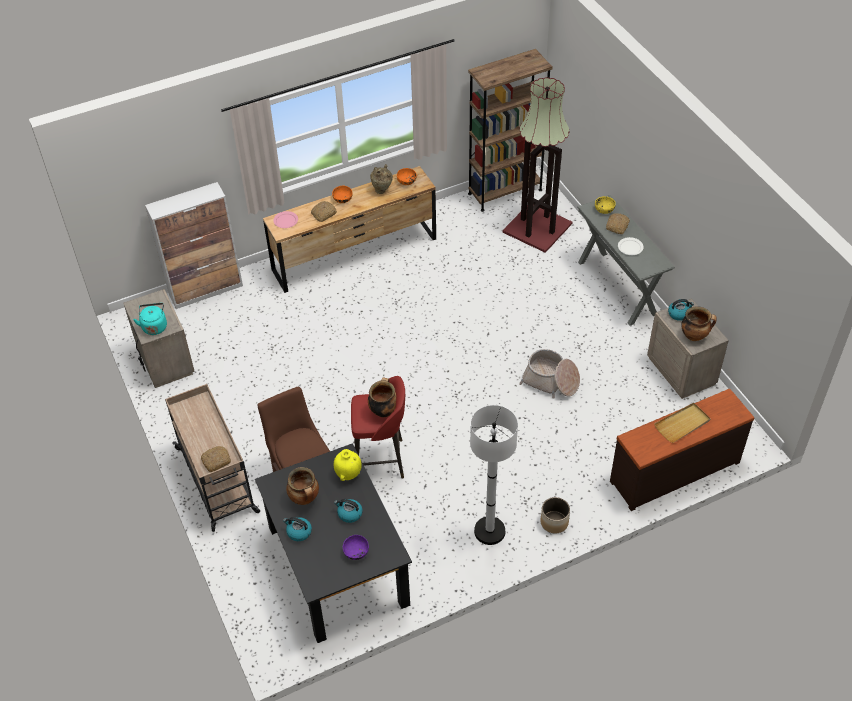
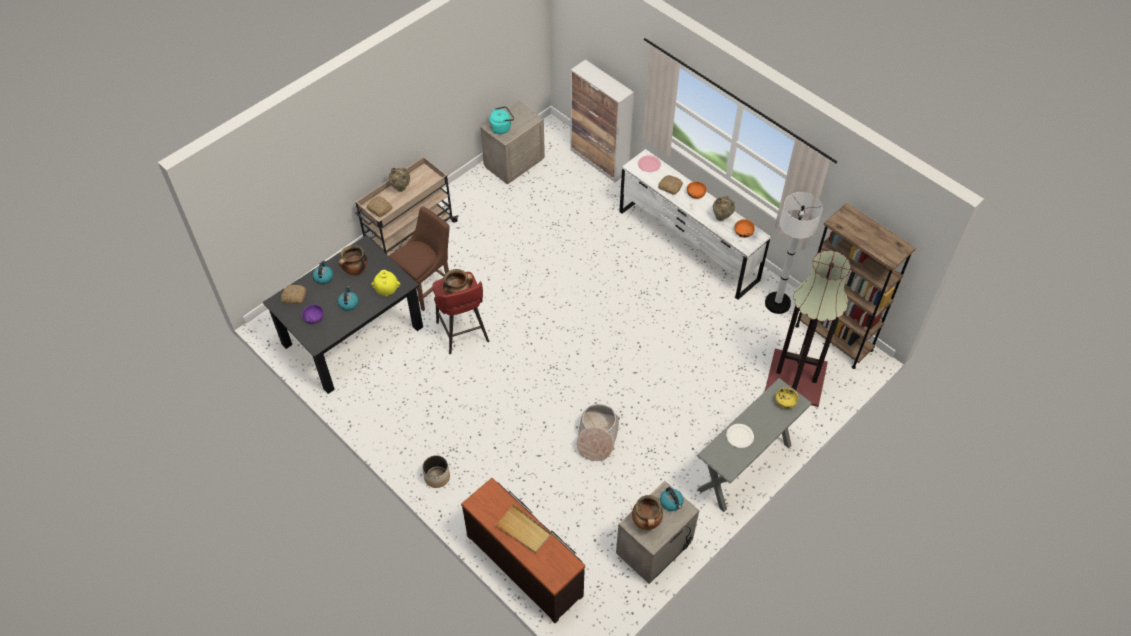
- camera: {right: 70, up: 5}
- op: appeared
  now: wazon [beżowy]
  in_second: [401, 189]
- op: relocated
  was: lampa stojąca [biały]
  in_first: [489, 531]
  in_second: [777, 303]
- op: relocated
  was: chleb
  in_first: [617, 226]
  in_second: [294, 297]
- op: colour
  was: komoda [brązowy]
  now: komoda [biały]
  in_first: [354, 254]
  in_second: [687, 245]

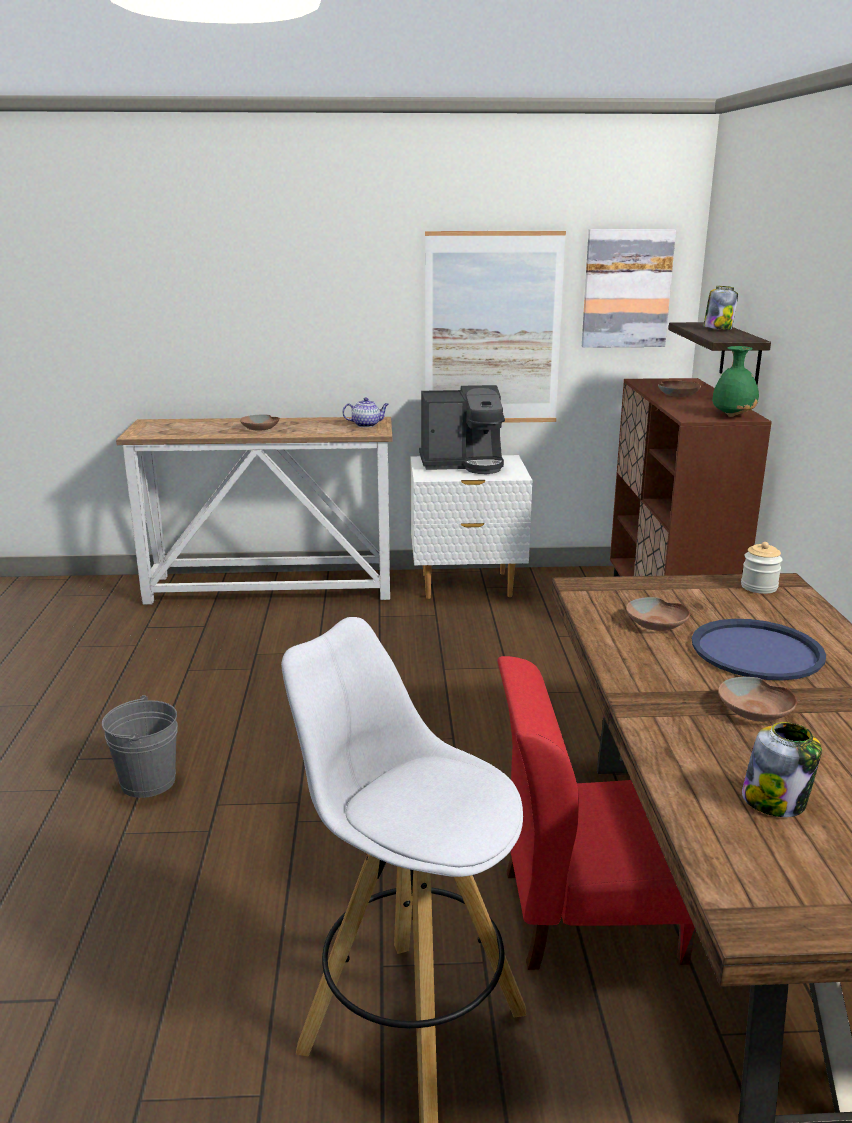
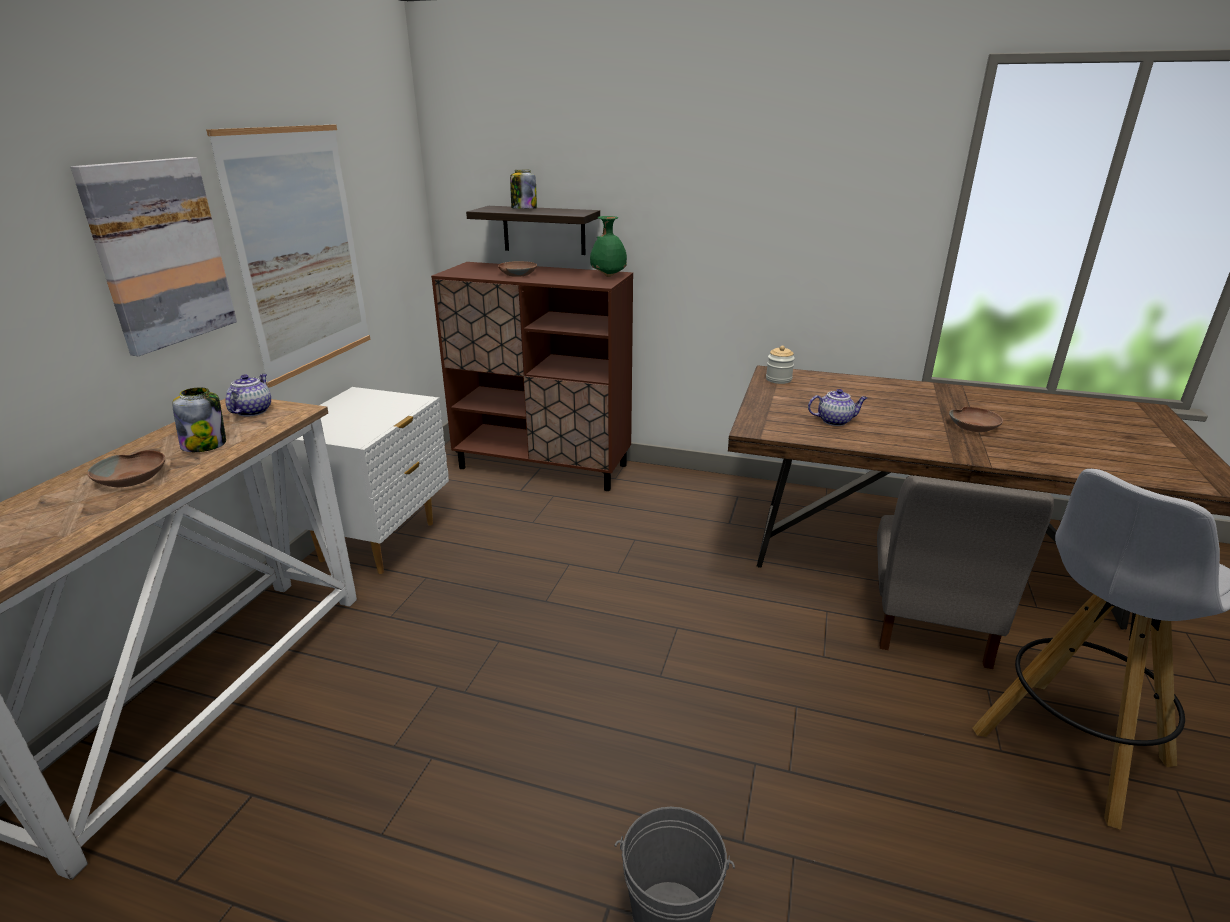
- camera: {right: -70, up: 5}
- op: missing
  was: ekspres do kawy
  in_first: [463, 464]
- op: missing
  was: taca [niebieski]
  in_first: [757, 651]
- op: relocated
  was: obraz
  in_first: [626, 288]
  in_second: [160, 254]
- op: relocated
  was: słoik
  in_first: [775, 801]
  in_second: [205, 445]
- op: exchanged
  was: miska [brązowy]
  now: imbryk
  in_first: [657, 623]
  in_second: [835, 421]
- op: colour
  was: krzesło [czerwony]
  now: krzesło [szary]
  in_first: [590, 914]
  in_second: [929, 622]

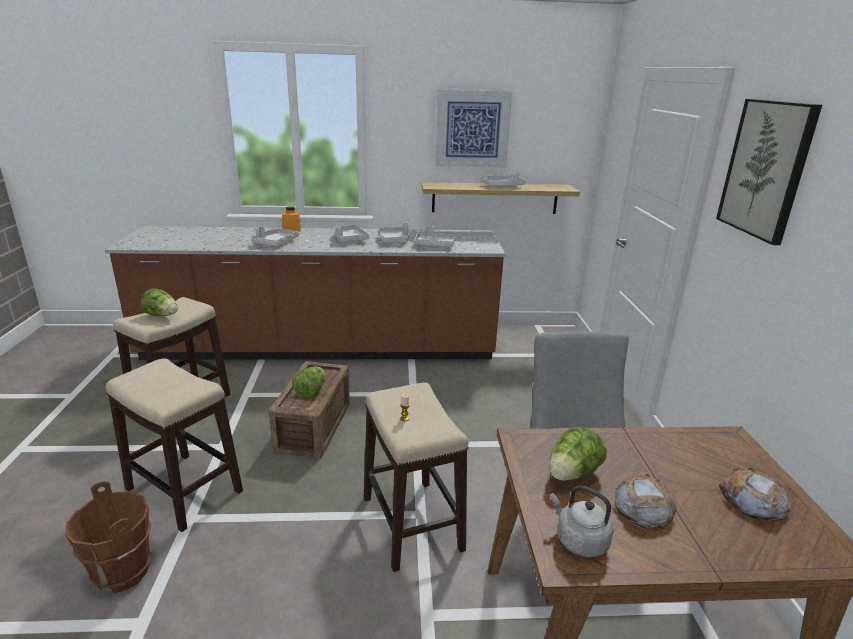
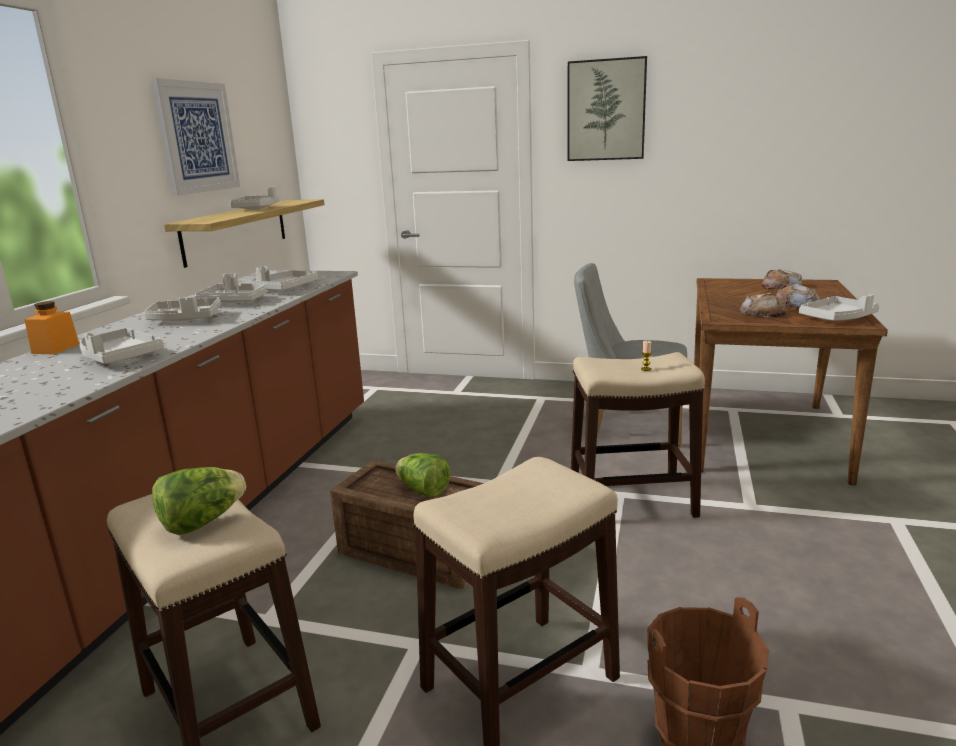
- camera: {right: -70, up: -5}
- op: exchanged
  was: sałata
  now: chleb
  in_first: [572, 474]
  in_second: [763, 312]
- op: exchanged
  was: czajnik [szary]
  now: taca [szary]
  in_first: [579, 540]
  in_second: [838, 318]

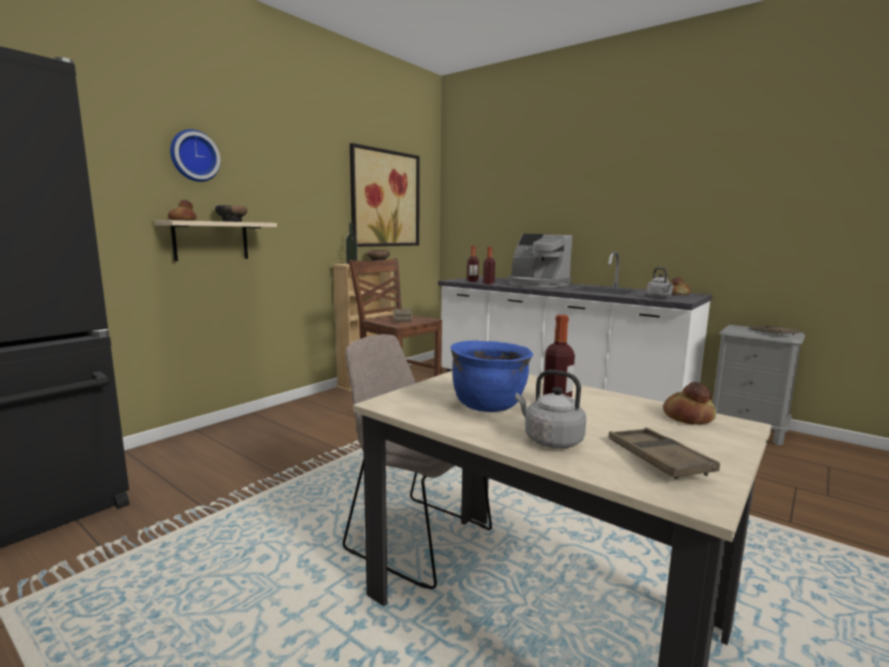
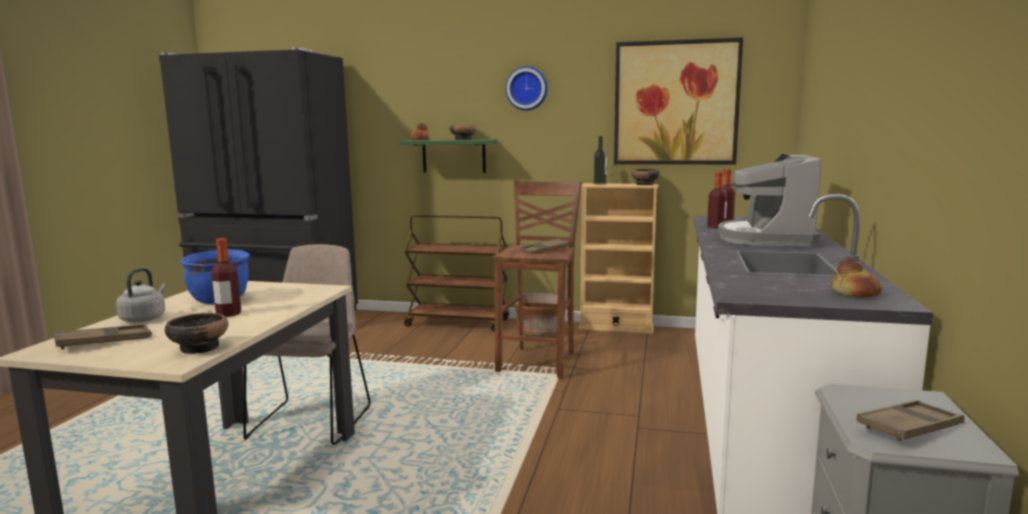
- camera: {right: 65, up: 0}
- op: missing
  was: czajnik [szary]
  in_first: [659, 297]
- op: appeared
  now: wózek [brązowy]
  in_second: [458, 323]
- op: appeared
  now: donica [brązowy]
  in_second: [538, 332]
- op: relocated
  was: zegar ścienny
  in_first: [193, 156]
  in_second: [527, 88]
- op: exchanged
  was: chleb
  now: miska
  in_first: [687, 417]
  in_second: [199, 348]
- op: colour
  was: półka [beżowy]
  now: półka [zielony]
  in_first: [211, 241]
  in_second: [454, 156]

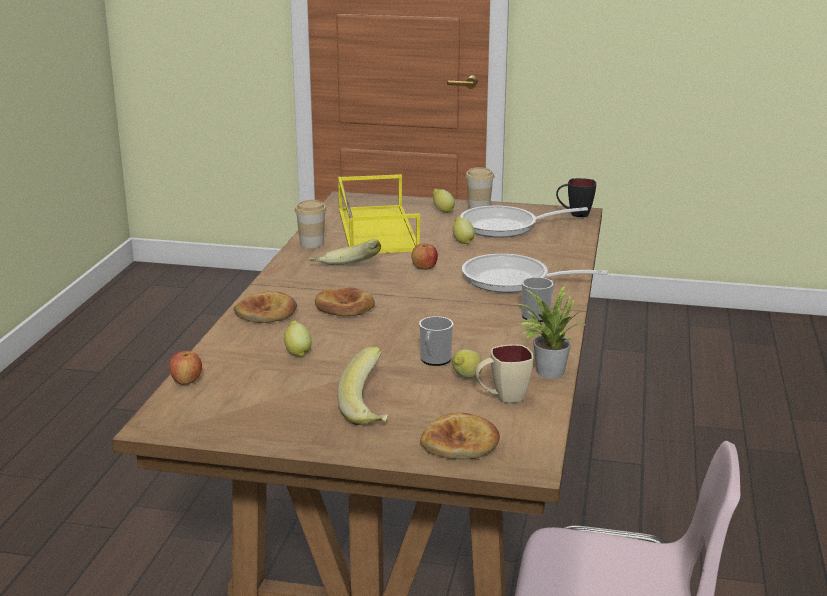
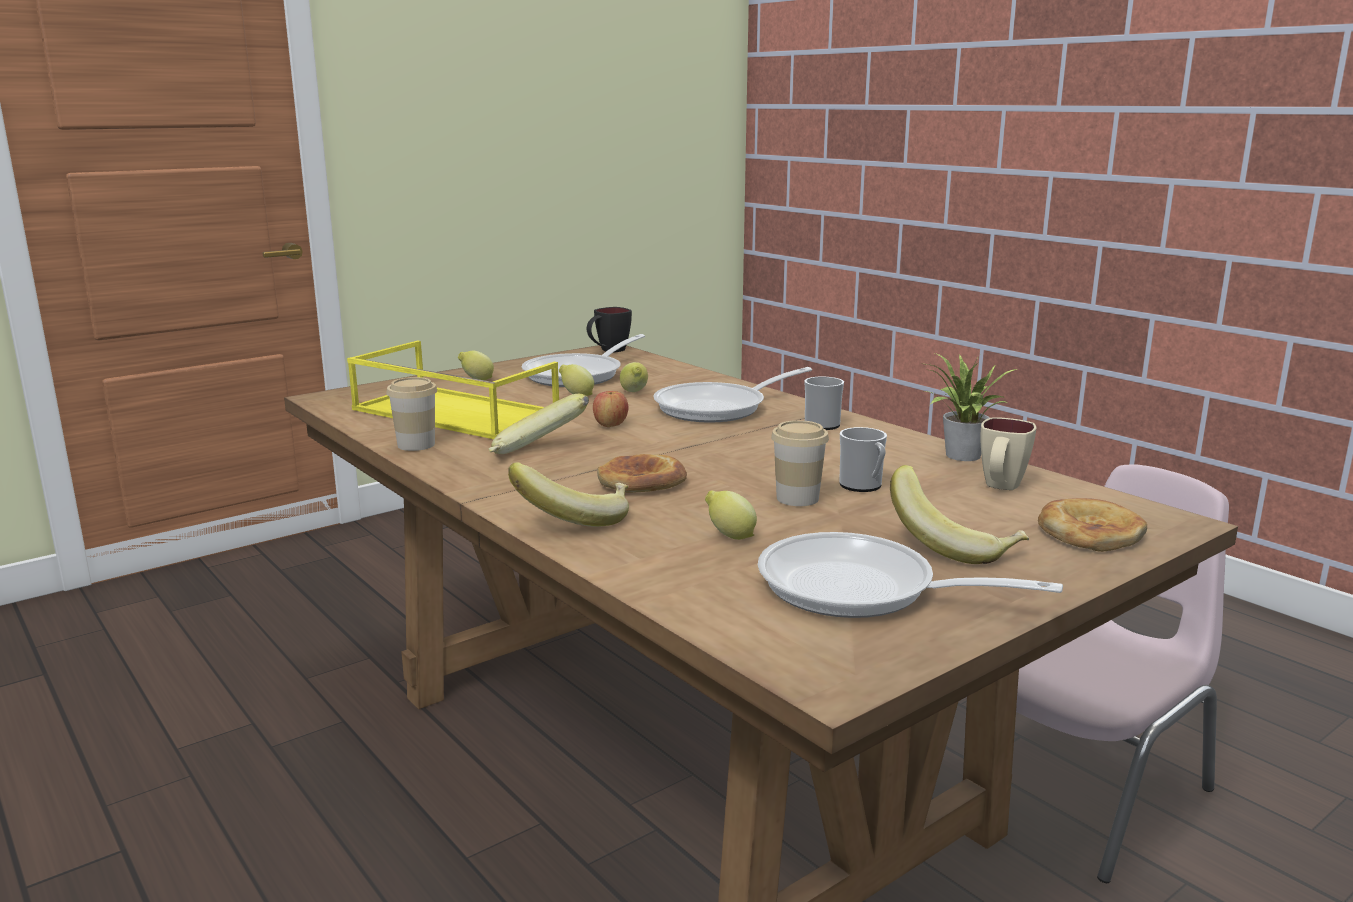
- camera: {right: -50, up: -5}
- op: missing
  was: jabłko
  in_first: [186, 381]
- op: appeared
  now: patelnia
  in_second: [861, 590]
- op: relocated
  was: cytryna
  in_first: [466, 378]
  in_second: [634, 392]
- op: relocated
  was: filiżanka
  in_first: [479, 207]
  in_second: [797, 498]
- op: exchanged
  was: chleb
  now: banan
  in_first: [267, 313]
  in_second: [575, 519]

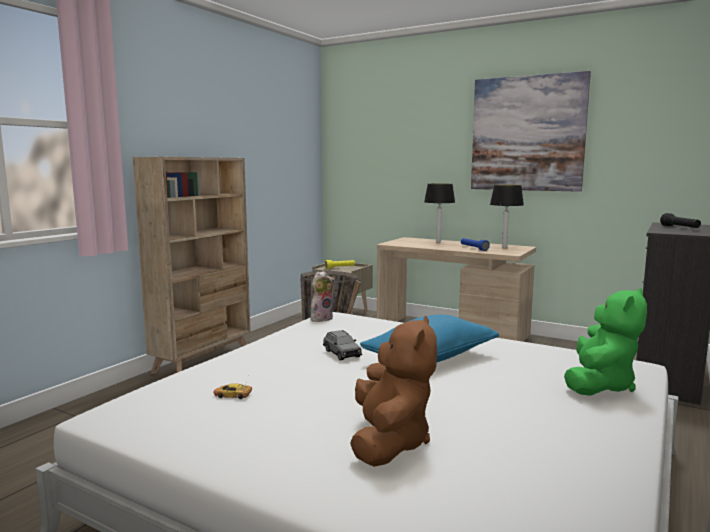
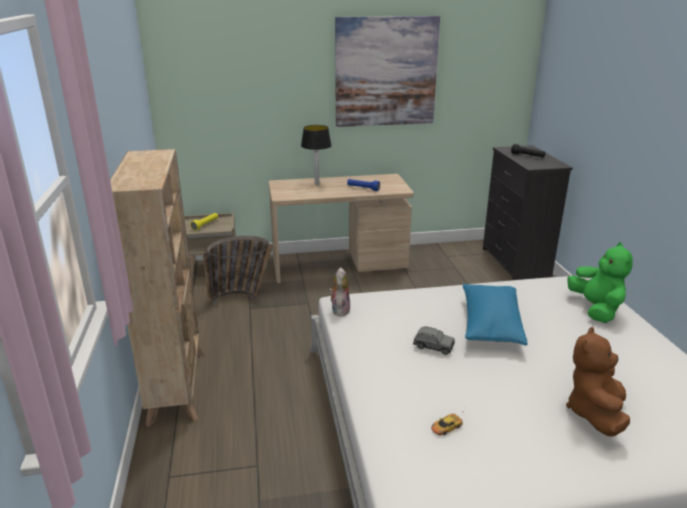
- camera: {right: -40, up: 15}
- op: missing
  was: lampa stołowa
  in_first: [504, 247]
- op: spun
  was: pluszak [brązowy]
  in_first: [389, 442]
  in_second: [595, 413]
  clockwise: -120

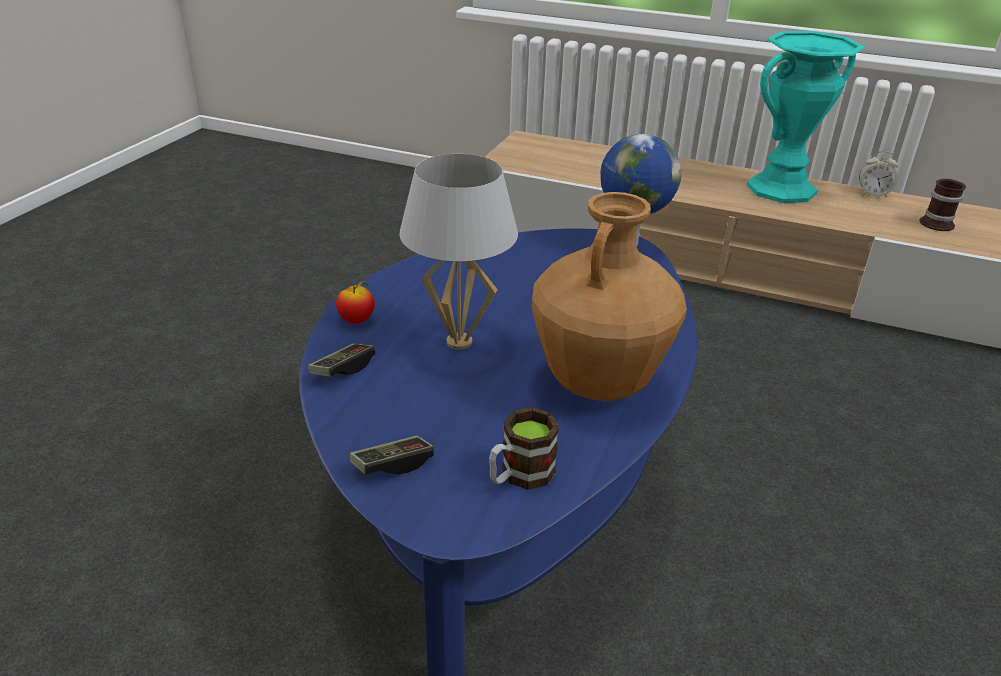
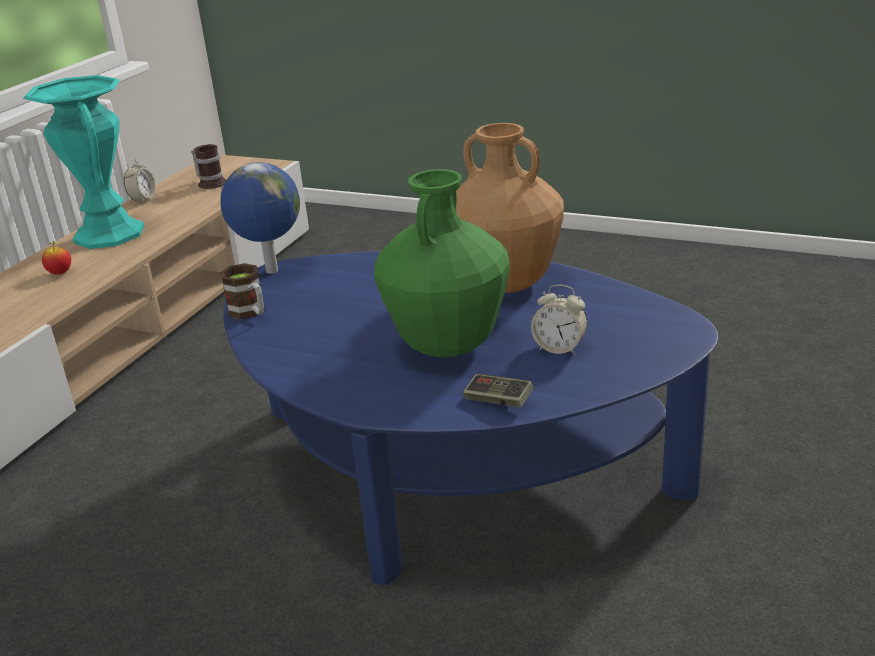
- camera: {right: -85, up: -5}
- op: missing
  was: pad do gier
  in_first: [392, 465]
- op: appeared
  now: budzik
  in_second: [559, 348]
- op: relocated
  was: jabłko
  in_first: [356, 320]
  in_second: [60, 273]
- op: relocated
  was: kubek
  in_first: [519, 476]
  in_second: [250, 313]
- op: exchanged
  was: lampa stołowa [biały]
  now: wazon [zielony]
  in_first: [459, 342]
  in_second: [448, 345]

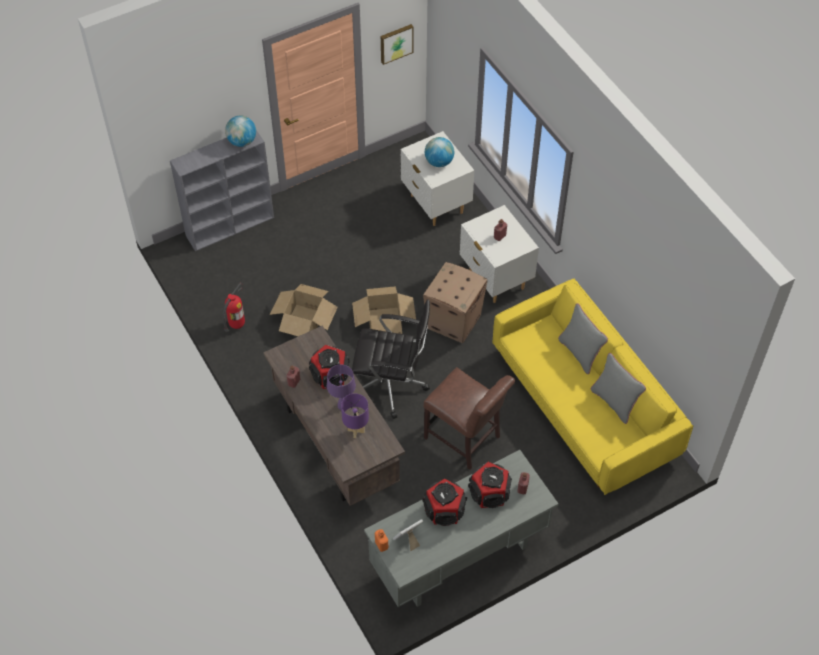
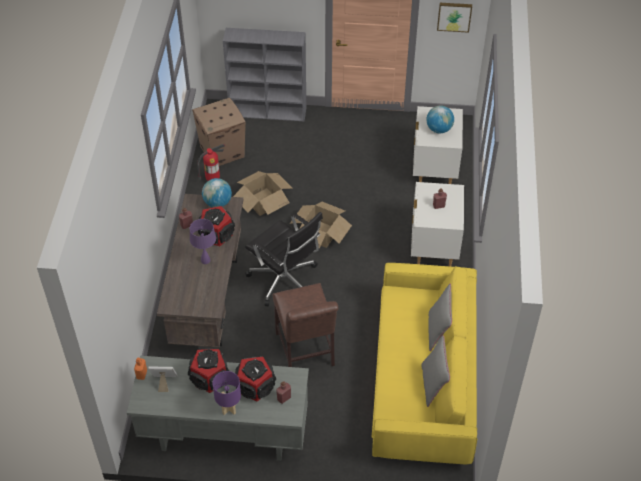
- camera: {right: 35, up: -5}
- op: relocated
  was: globus
  in_first: [242, 141]
  in_second: [217, 203]
- op: relocated
  was: lampa stołowa [fioletowy]
  in_first: [356, 431]
  in_second: [229, 409]
- op: relocated
  was: karton
  in_first: [454, 321]
  in_second: [223, 151]

